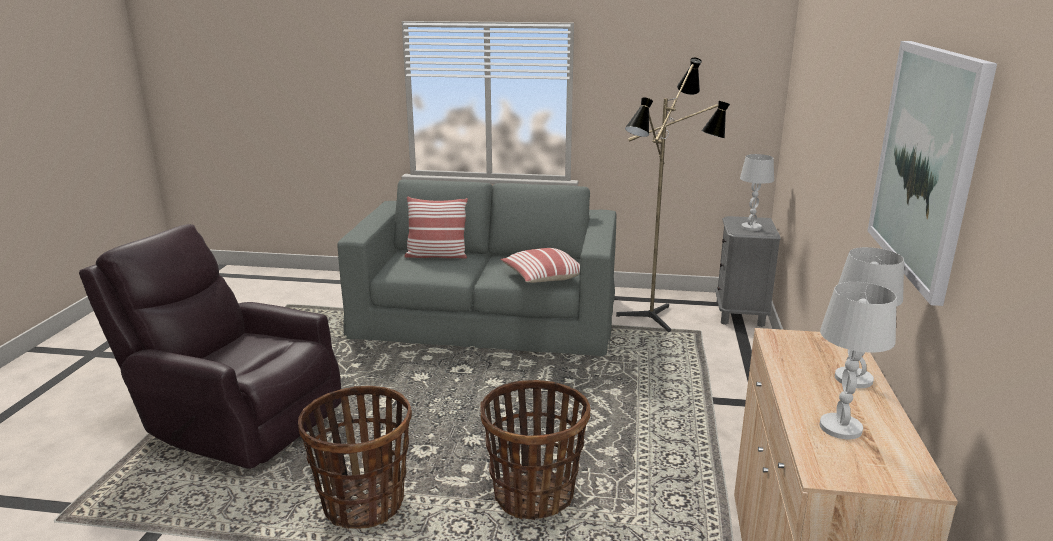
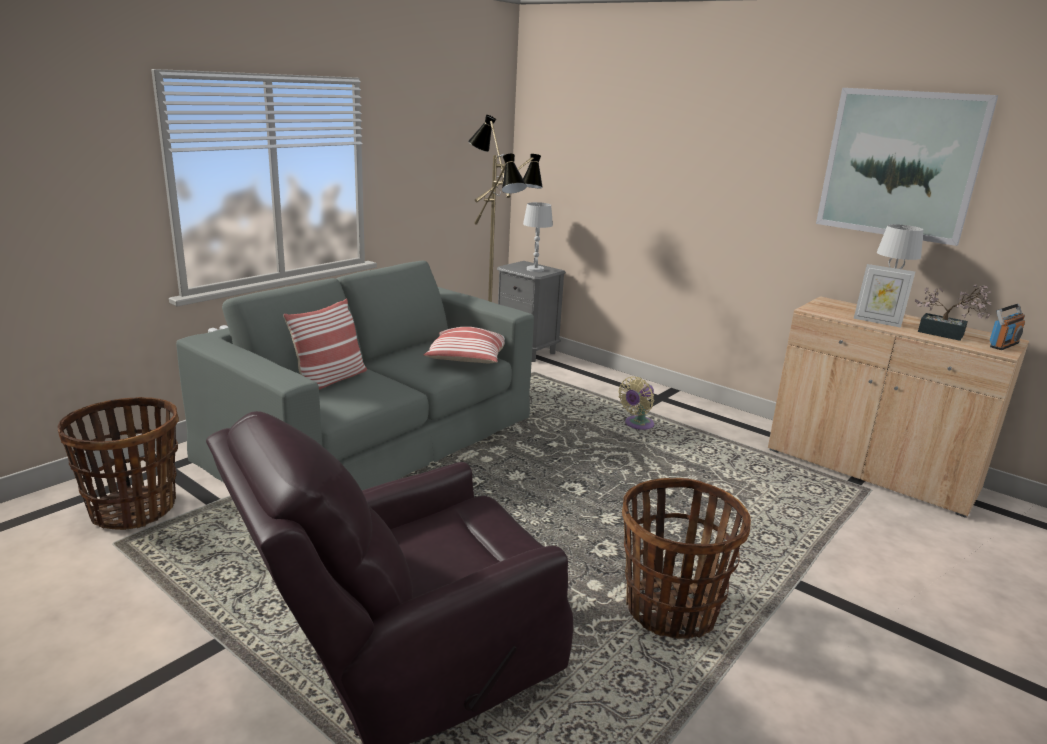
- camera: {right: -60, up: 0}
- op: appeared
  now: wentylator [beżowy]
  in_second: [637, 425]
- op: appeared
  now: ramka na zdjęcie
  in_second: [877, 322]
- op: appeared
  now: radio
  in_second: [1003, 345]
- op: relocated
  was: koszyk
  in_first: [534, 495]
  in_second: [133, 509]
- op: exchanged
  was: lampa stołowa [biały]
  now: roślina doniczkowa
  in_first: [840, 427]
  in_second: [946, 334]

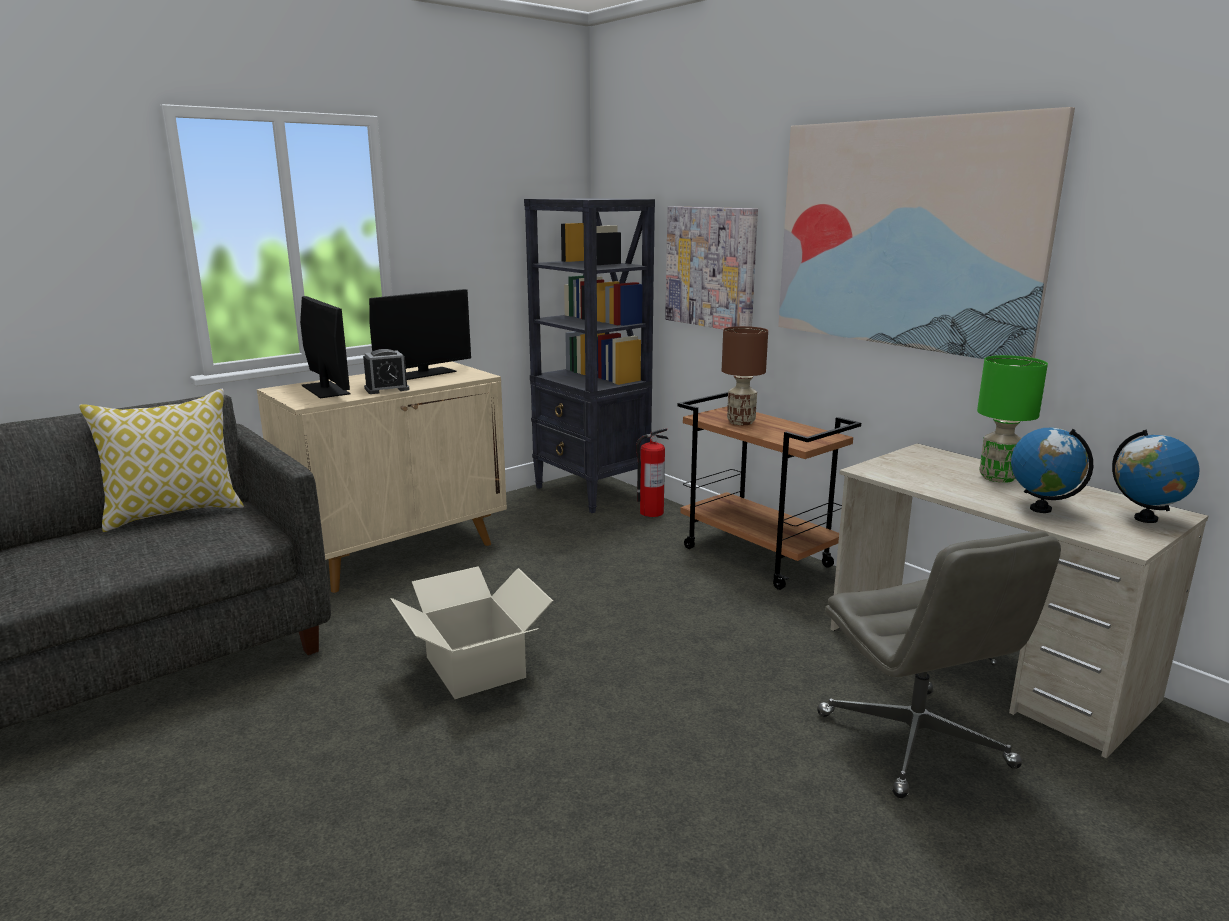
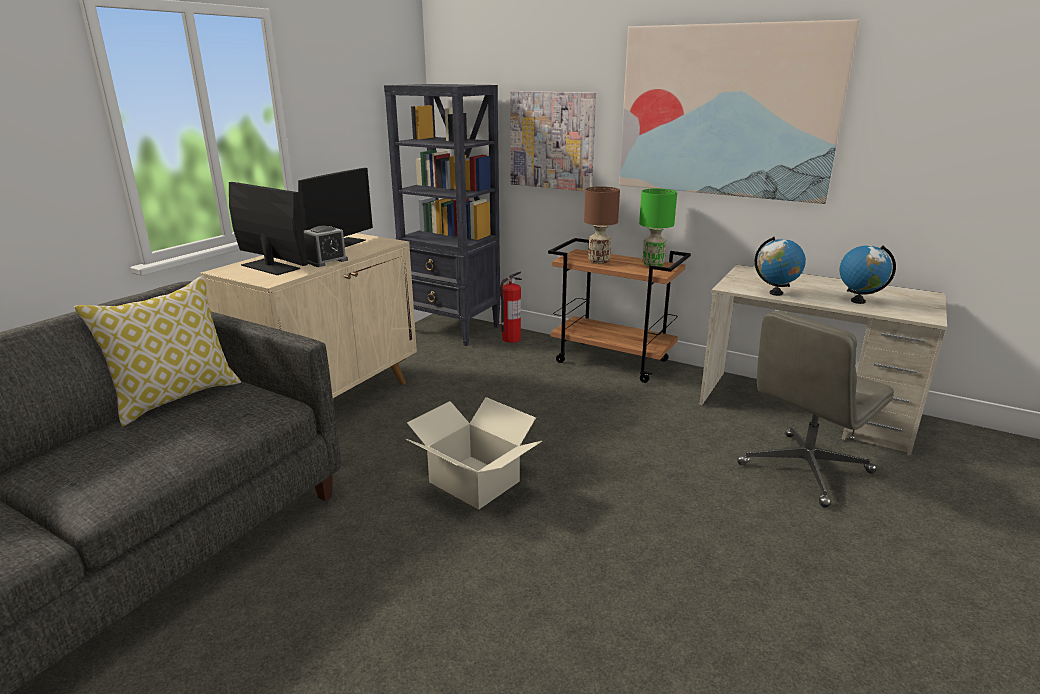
- camera: {right: -20, up: 5}
- op: relocated
  was: lampa stołowa [zielony]
  in_first: [996, 477]
  in_second: [652, 264]
- op: relocated
  was: globus
  in_first: [1145, 519]
  in_second: [775, 293]
- op: spun
  was: krzesło biurowe [szary]
  in_first: [916, 741]
  in_second: [804, 469]
  clockwise: 90

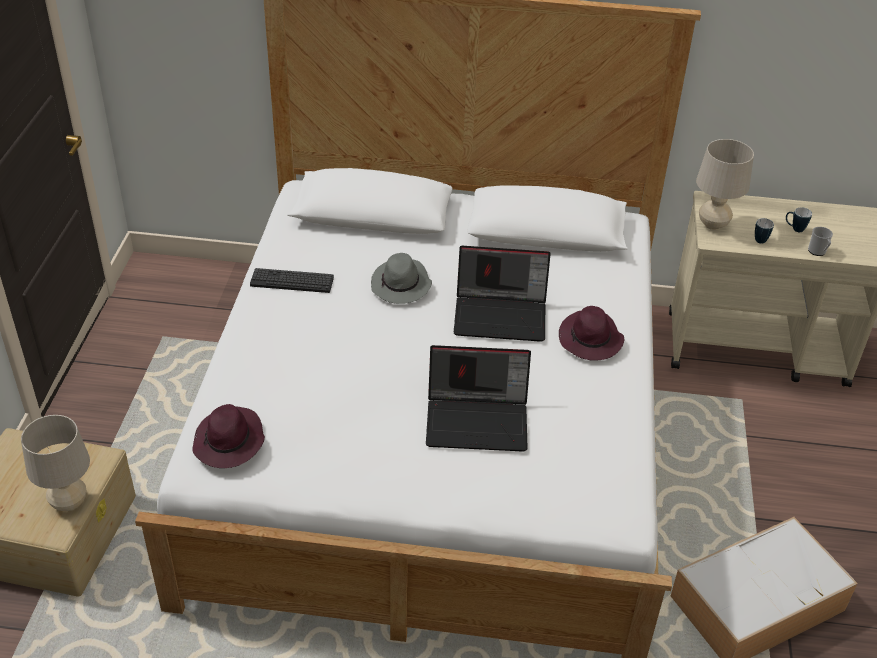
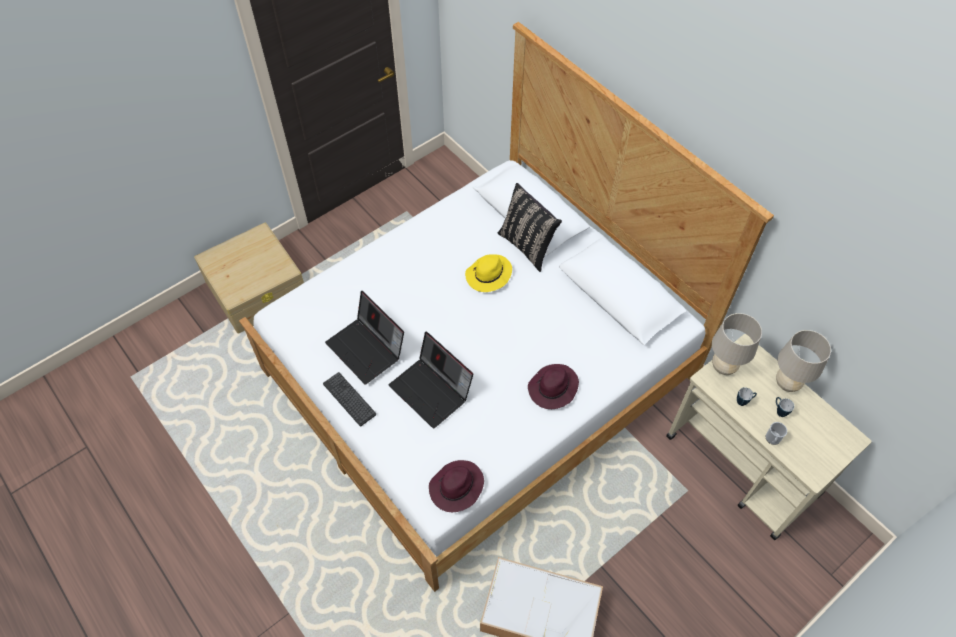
- camera: {right: 45, up: 15}
- op: appeared
  now: poduszka [czarny]
  in_second: [527, 246]
- op: relocated
  was: lampa stołowa [beżowy]
  in_first: [69, 503]
  in_second: [787, 384]
- op: relocated
  was: kapelusz [fioletowy]
  in_first: [229, 442]
  in_second: [456, 488]
- op: relocated
  was: klawiatura
  in_first: [292, 281]
  in_second: [349, 399]
- op: relocated
  was: laptop
  in_first: [501, 315]
  in_second: [367, 349]
- op: colour
  was: kapelusz [szary]
  now: kapelusz [żółty]
  in_first: [401, 285]
  in_second: [488, 275]

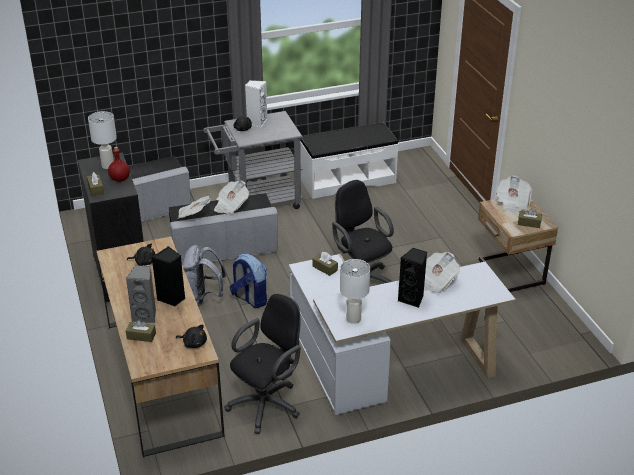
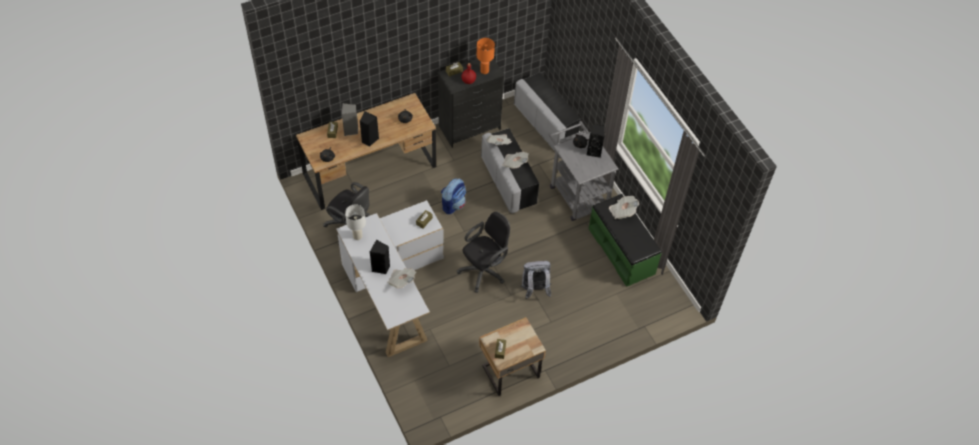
- camera: {right: 80, up: 20}
- op: relocated
  was: plecak [szary]
  in_first: [203, 298]
  in_second: [535, 290]
- op: relocated
  was: gazeta
  in_first: [512, 203]
  in_second: [622, 211]
- op: colour
  was: lampa stołowa [biały]
  now: lampa stołowa [pomarańczowy]
  in_first: [107, 166]
  in_second: [484, 71]
- op: colour
  was: głośnik [biały]
  now: głośnik [czarny]
  in_first: [256, 122]
  in_second: [594, 151]
- op: colour
  was: ławka [biały]
  now: ławka [zielony]
  in_first: [347, 180]
  in_second: [622, 251]

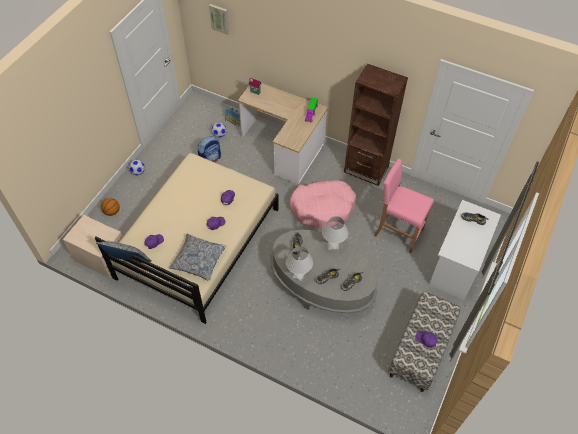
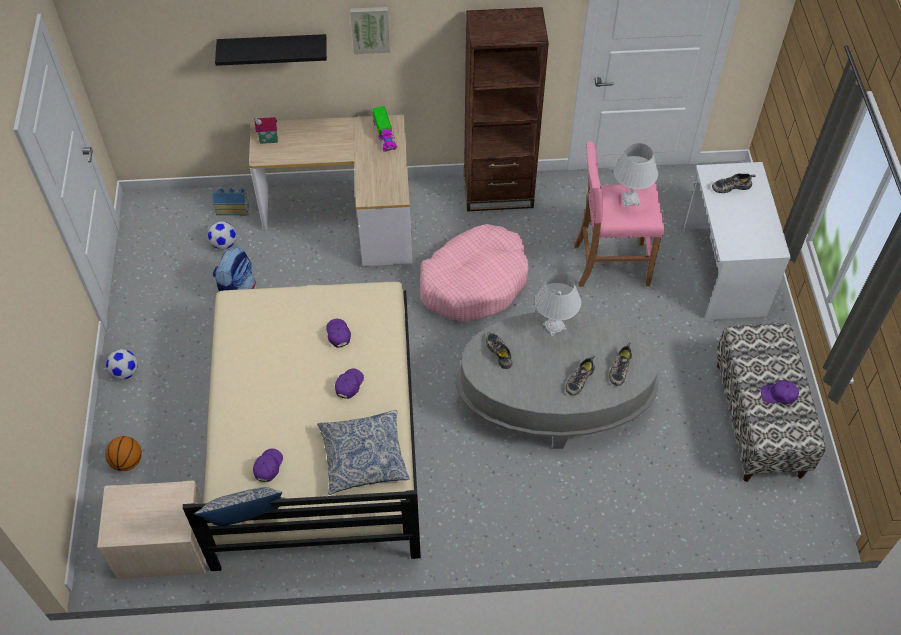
- camera: {right: -30, up: 0}
- op: appeared
  now: półka [czarny]
  in_second: [273, 49]
- op: relocated
  was: obraz
  in_first: [220, 18]
  in_second: [370, 29]
- op: relocated
  was: lampa stołowa [biały]
  in_first: [298, 275]
  in_second: [630, 200]

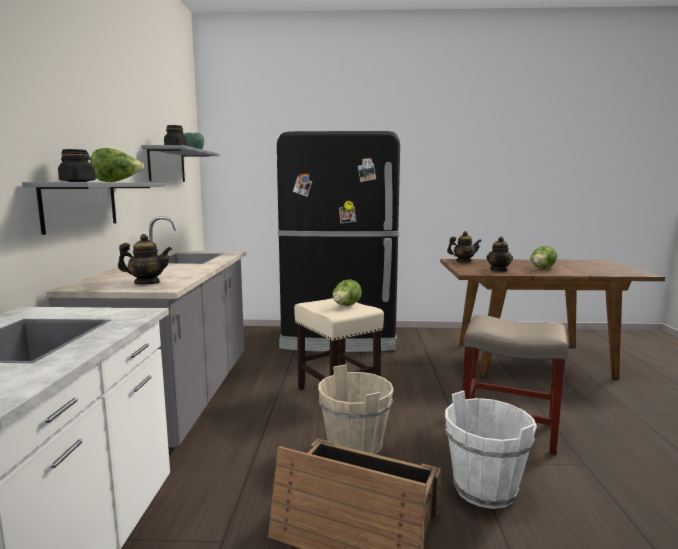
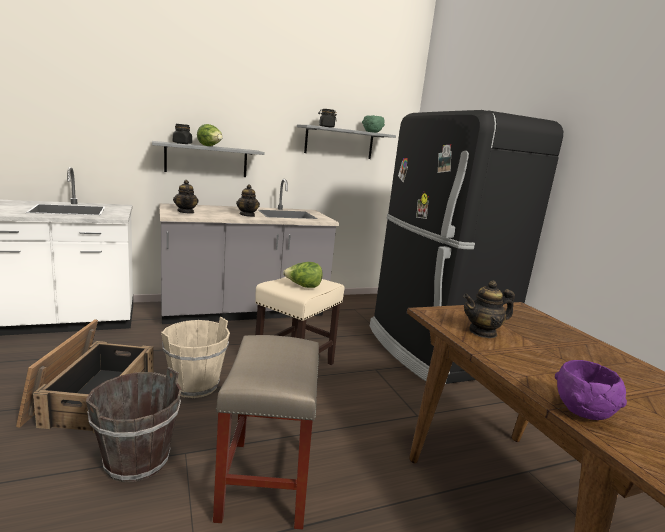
- camera: {right: 65, up: 5}
- op: missing
  was: sałata
  in_first: [542, 269]
- op: appeared
  now: miska [fioletowy]
  in_second: [582, 411]
- op: relocated
  was: imbryk
  in_first: [463, 261]
  in_second: [247, 215]
- op: colour
  was: wiadro [biały]
  now: wiadro [brązowy]
  in_first: [484, 489]
  in_second: [137, 460]

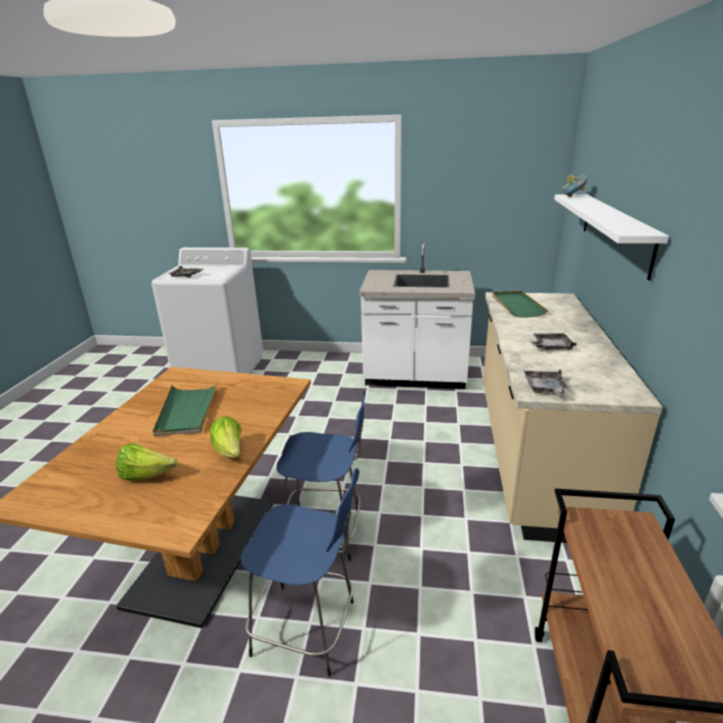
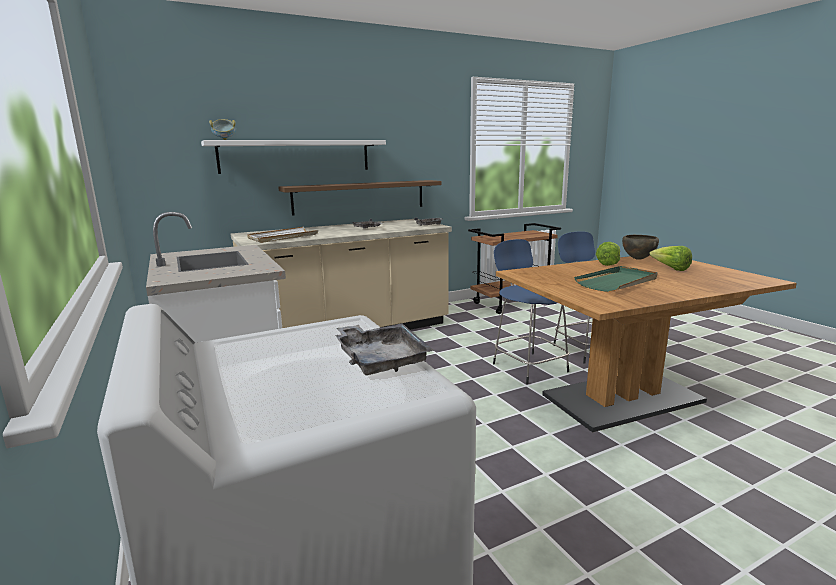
- camera: {right: -125, up: -10}
- op: appeared
  now: półka [brązowy]
  in_second: [360, 196]
- op: appeared
  now: miska [brązowy]
  in_second: [637, 259]
- op: colour
  was: taca [zielony]
  now: taca [biały]
  in_first: [516, 306]
  in_second: [283, 237]

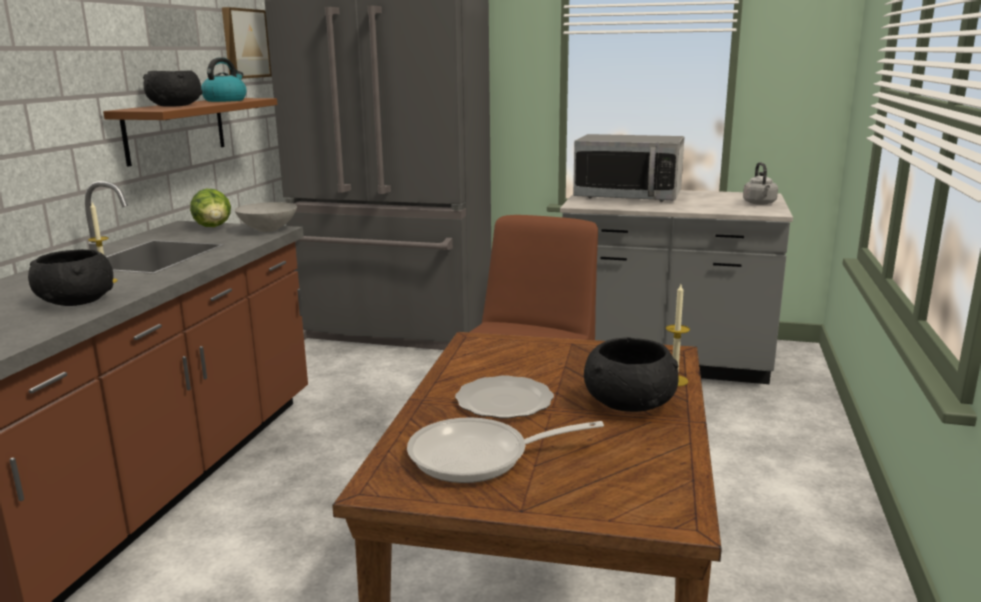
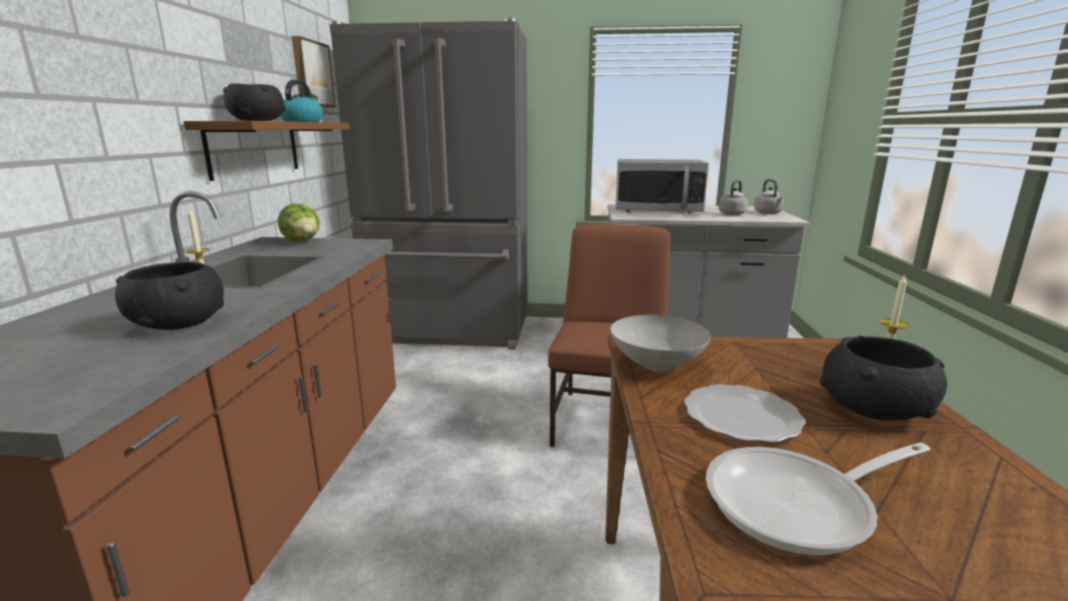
- camera: {right: -10, up: 0}
- op: appeared
  now: czajnik [szary]
  in_second: [732, 213]
- op: relocated
  was: miska [szary]
  in_first: [267, 230]
  in_second: [656, 365]

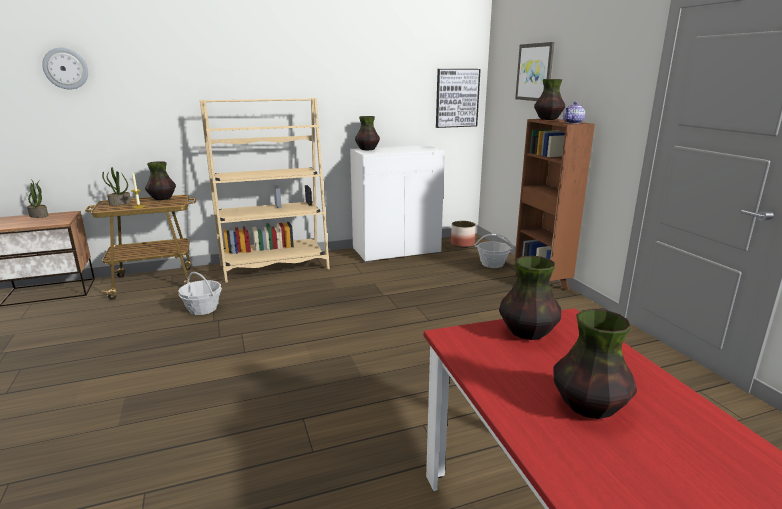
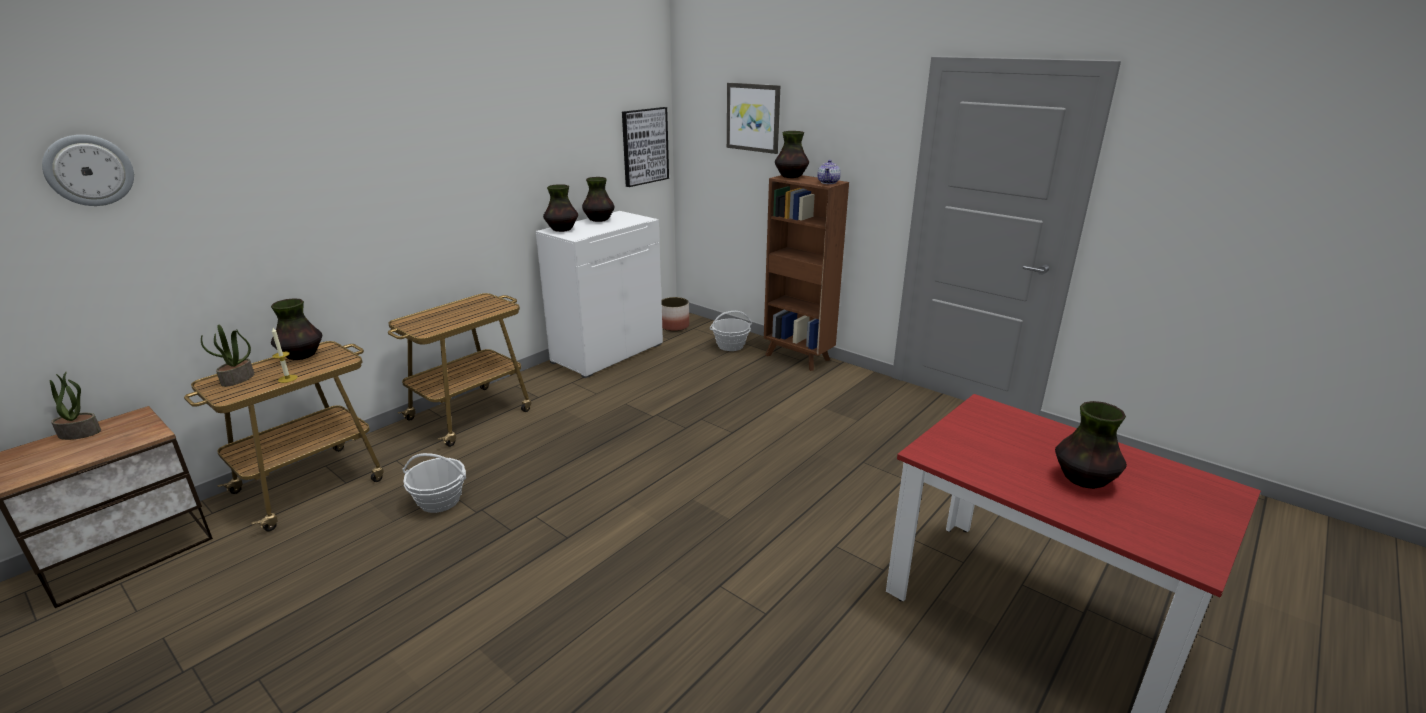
- camera: {right: -30, up: 5}
- op: relocated
  was: wazon
  in_first: [527, 333]
  in_second: [599, 220]
- op: exchanged
  was: regał [beżowy]
  now: wózek
  in_first: [274, 267]
  in_second: [471, 414]

